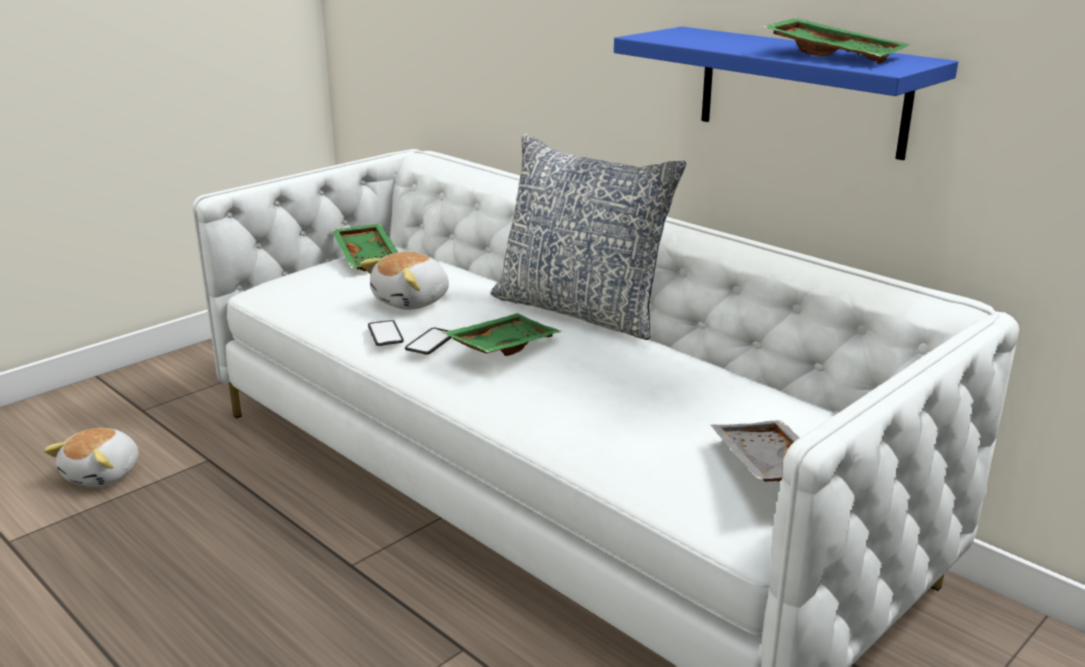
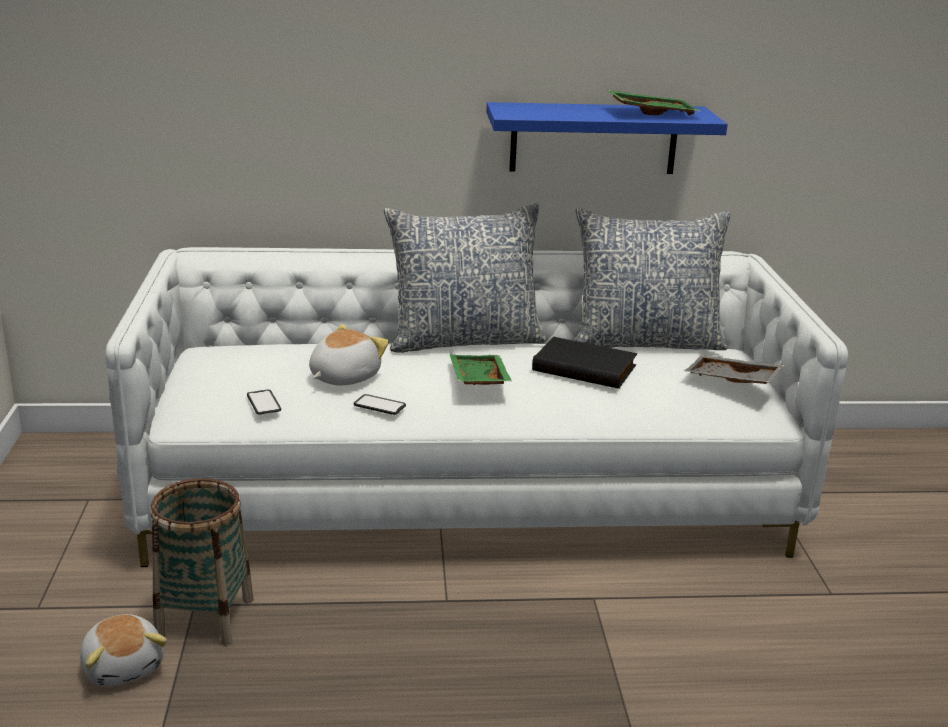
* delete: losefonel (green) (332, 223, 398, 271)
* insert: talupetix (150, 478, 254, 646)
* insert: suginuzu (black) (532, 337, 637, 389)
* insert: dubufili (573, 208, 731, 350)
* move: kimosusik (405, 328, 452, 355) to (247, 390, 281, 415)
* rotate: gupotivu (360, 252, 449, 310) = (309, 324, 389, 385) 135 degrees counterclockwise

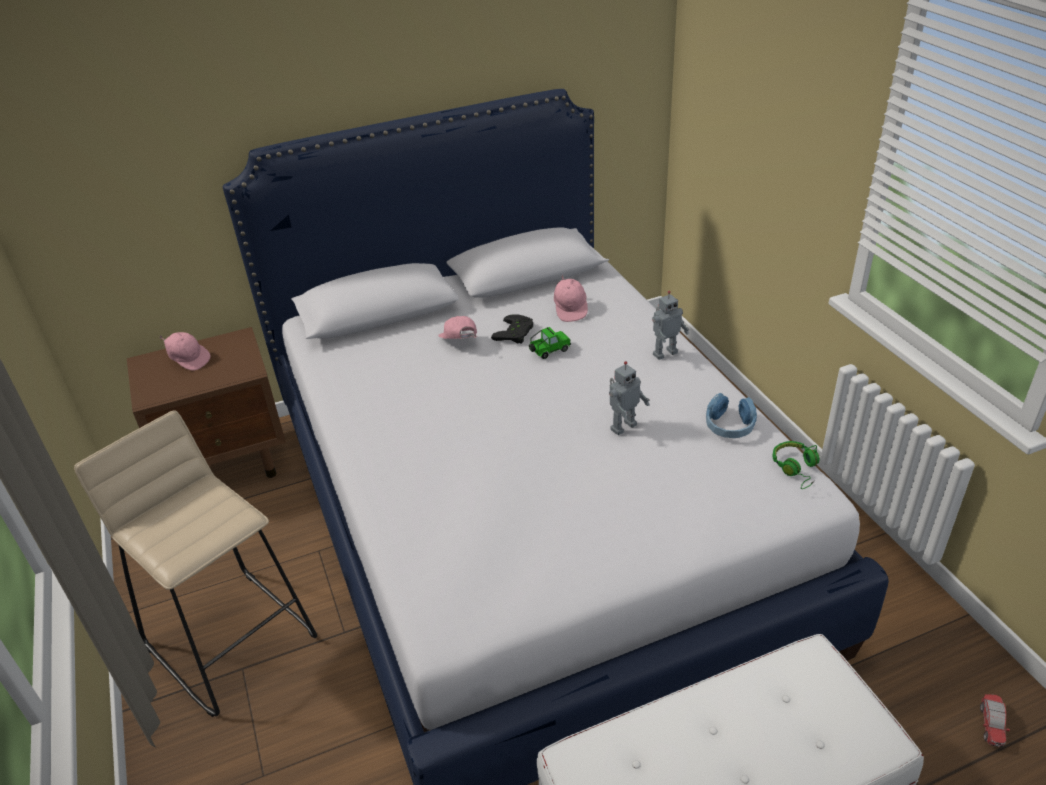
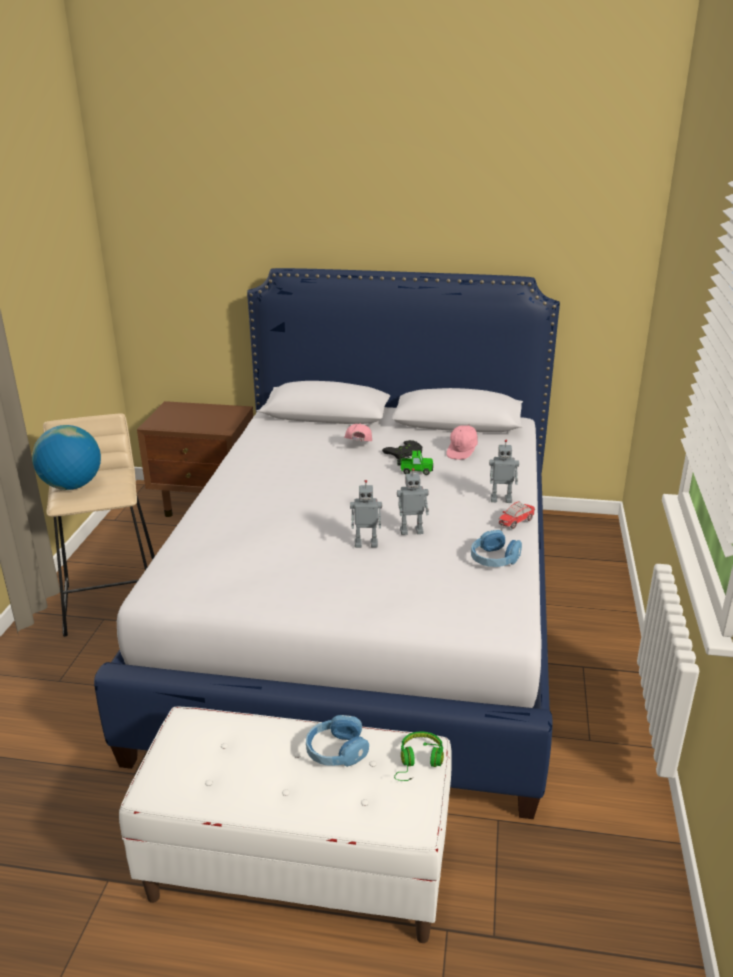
* delete: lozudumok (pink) (159, 332, 211, 370)
* insert: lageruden (32, 425, 101, 490)
* insert: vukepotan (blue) (306, 715, 369, 767)
* insert: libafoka (350, 480, 382, 548)
* move: vukepotan (green) (772, 441, 820, 489) to (394, 732, 444, 781)
* move: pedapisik (980, 694, 1010, 747) to (499, 501, 535, 529)

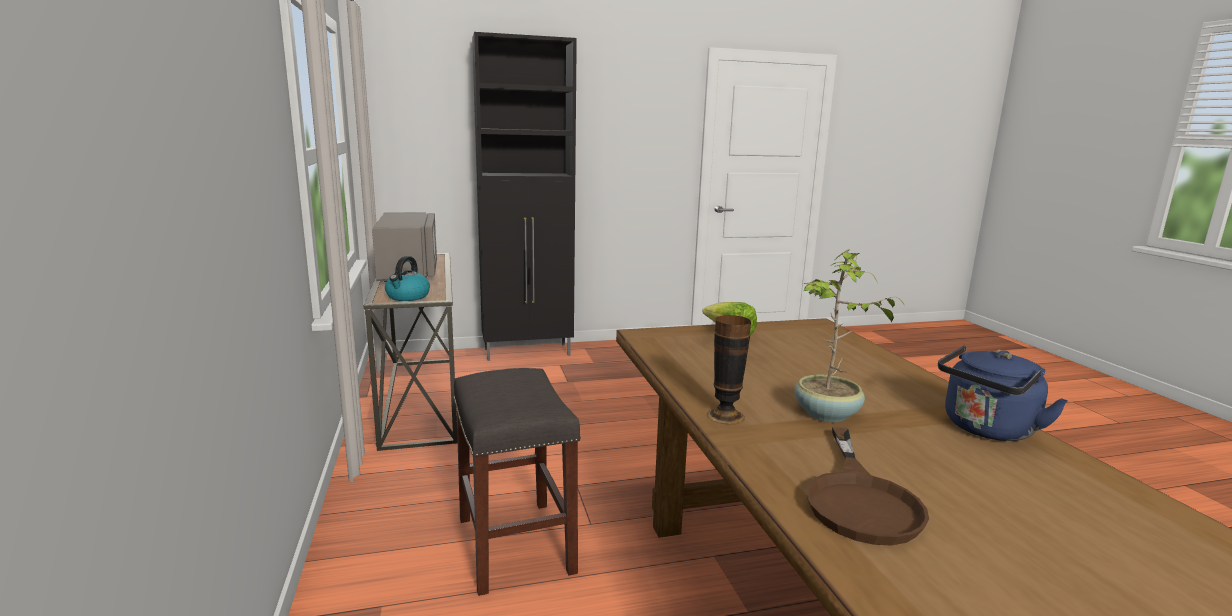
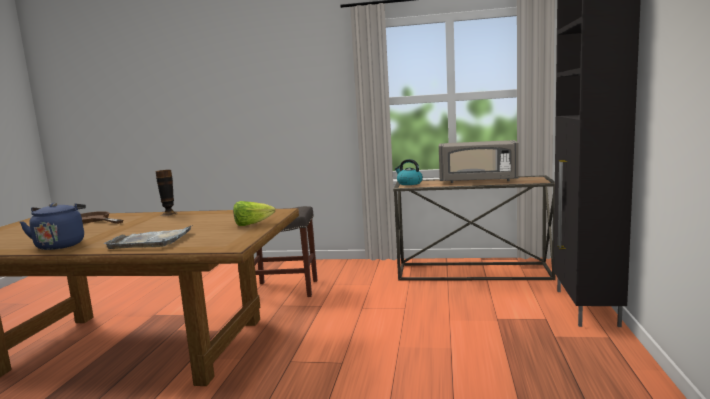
* delete: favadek (794, 249, 906, 422)
* insert: losefonel (grey) (103, 225, 193, 249)

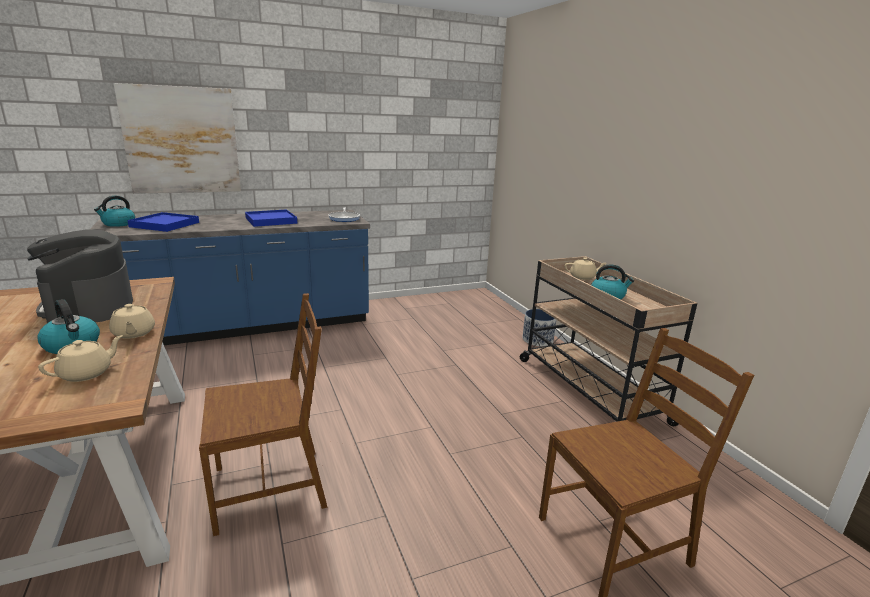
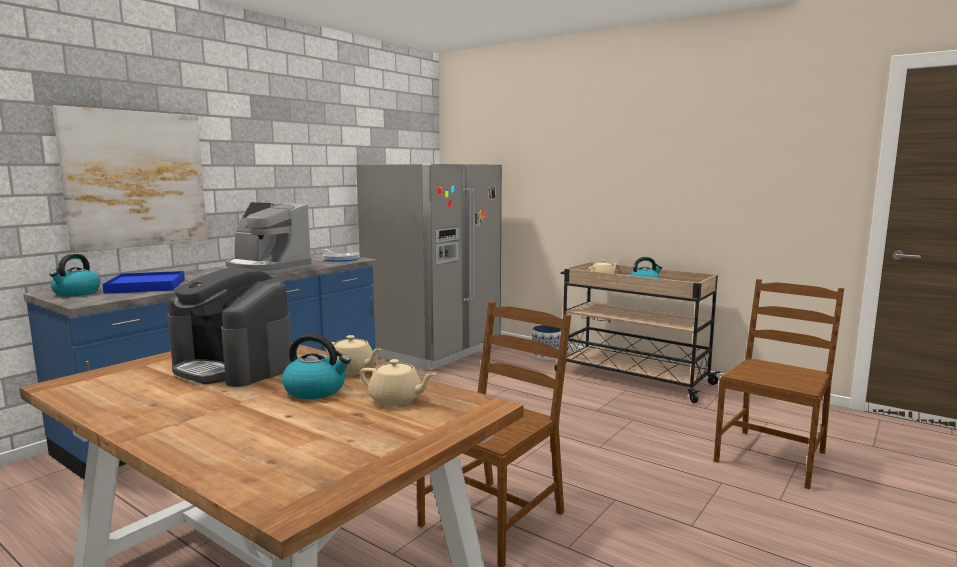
* insert: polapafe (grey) (356, 164, 502, 370)
* replace: losefonel (blue) (245, 209, 297, 227) to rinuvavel (225, 202, 312, 274)
* rotate: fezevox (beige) (38, 335, 123, 382) = (360, 359, 436, 406) 105 degrees clockwise

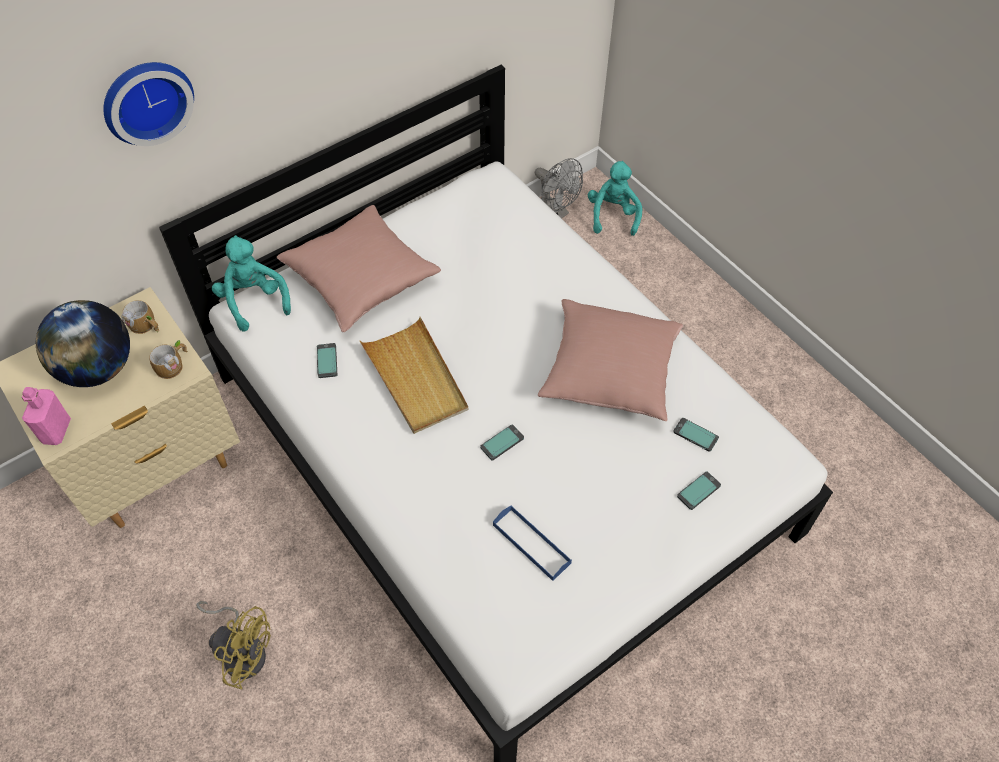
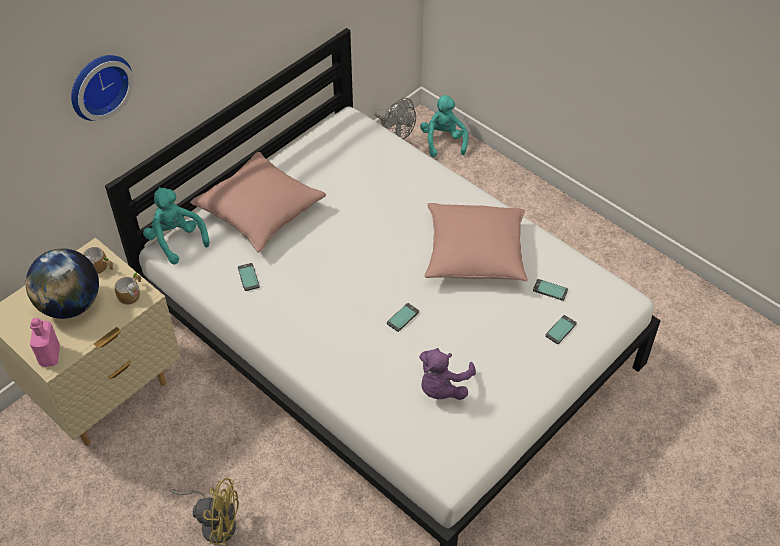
* delete: losefonel (beige) (360, 317, 469, 434)
* replace: losefonel (blue) (493, 505, 572, 581) to gupotivu (purple) (419, 348, 476, 400)

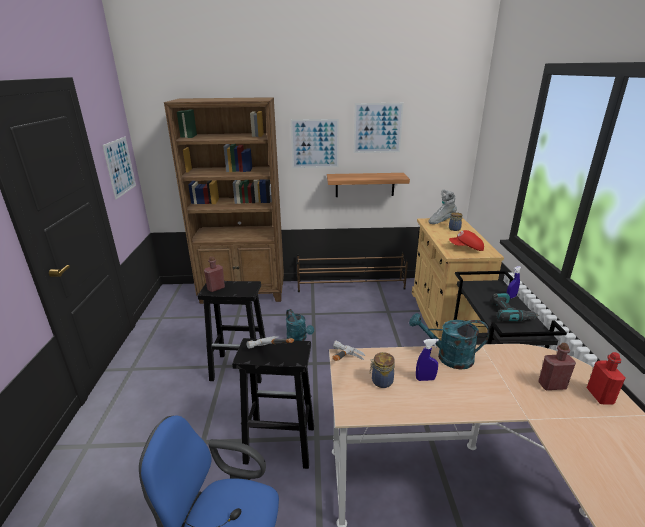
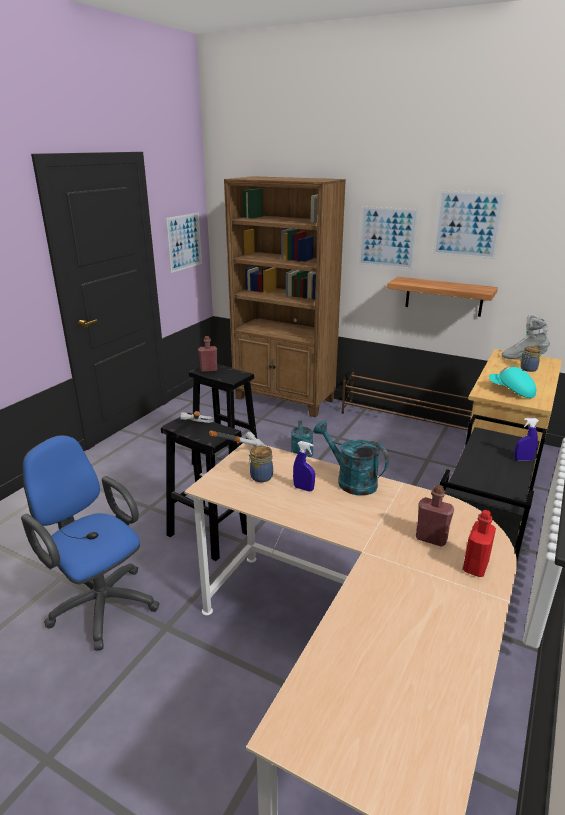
* delete: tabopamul (491, 293, 539, 322)
* recolor: lozudumok (red) (449, 230, 484, 251) to lozudumok (turquoise) (489, 367, 536, 398)

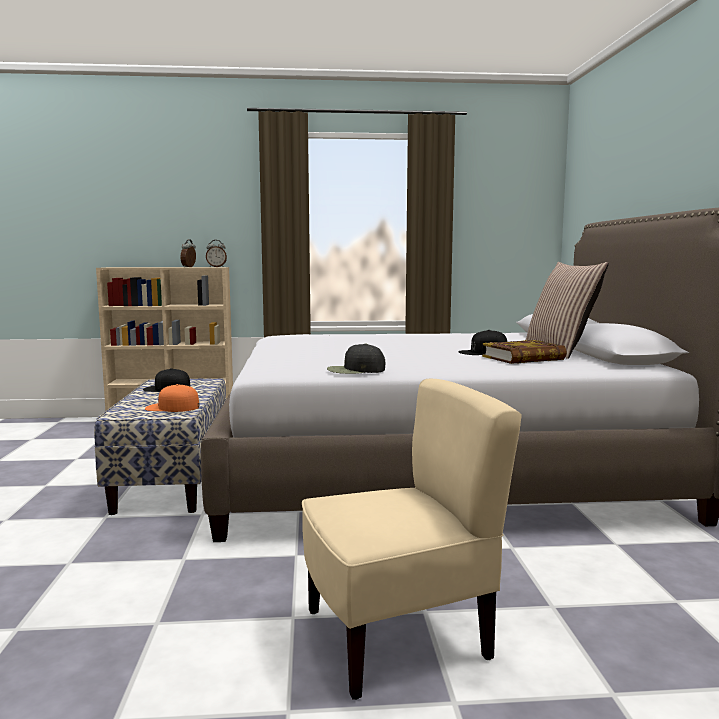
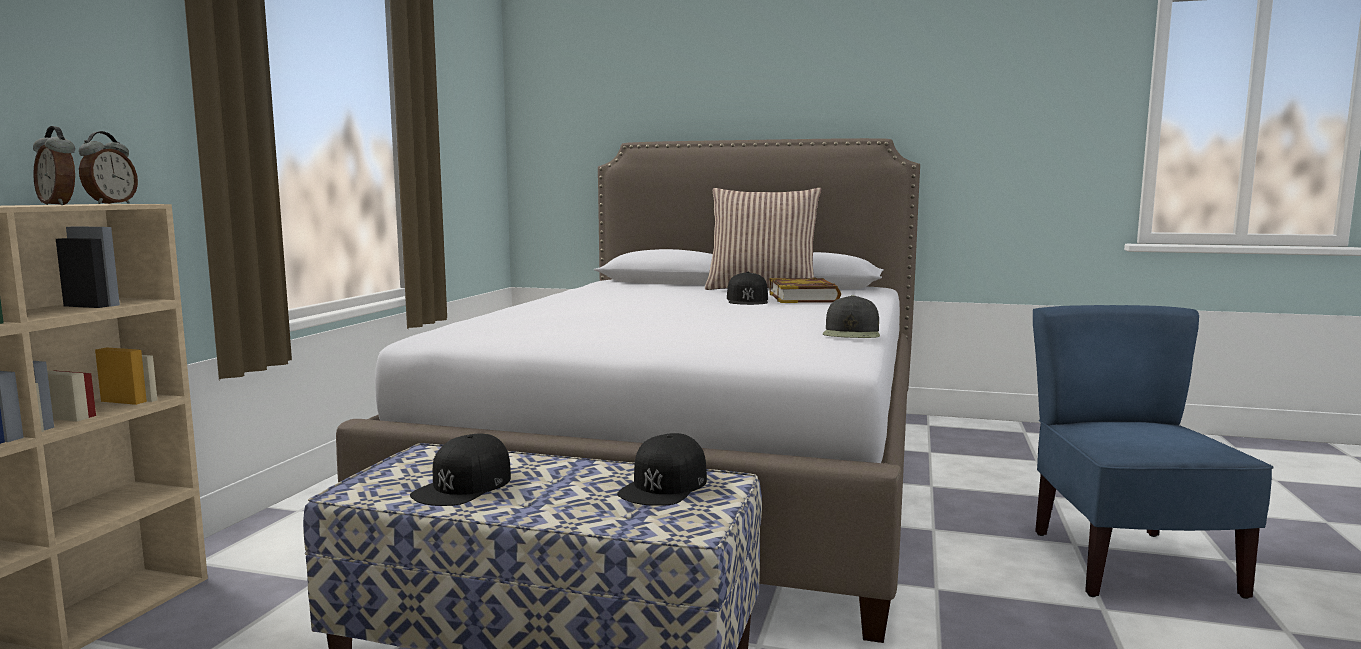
* recolor: lozudumok (orange) (145, 384, 199, 412) to lozudumok (black) (617, 433, 707, 506)
* recolor: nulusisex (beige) (302, 379, 522, 700) to nulusisex (blue) (1033, 305, 1274, 599)

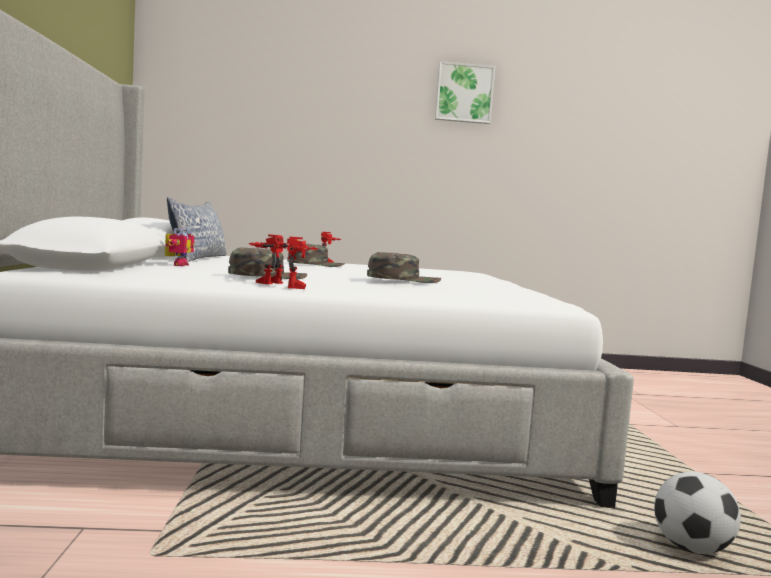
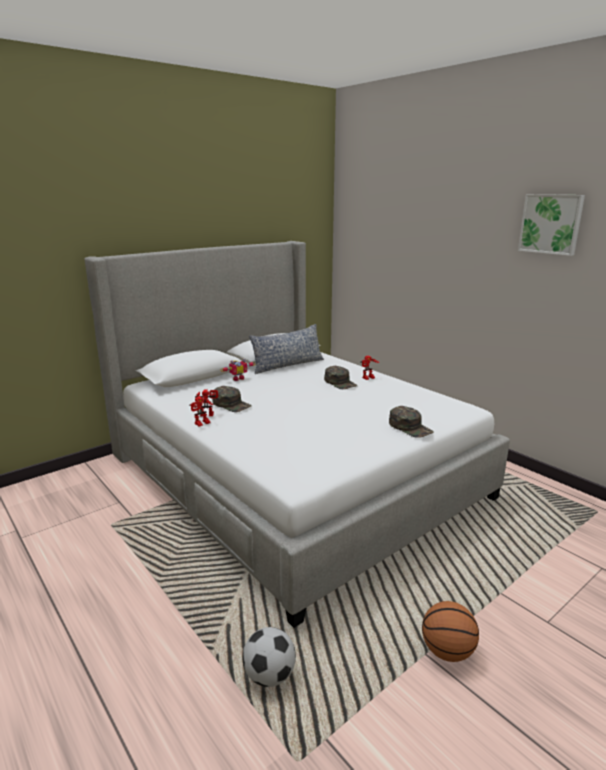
* insert: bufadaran (422, 601, 479, 662)
* move: lozudumok (green) (367, 252, 441, 283) to (389, 406, 433, 438)

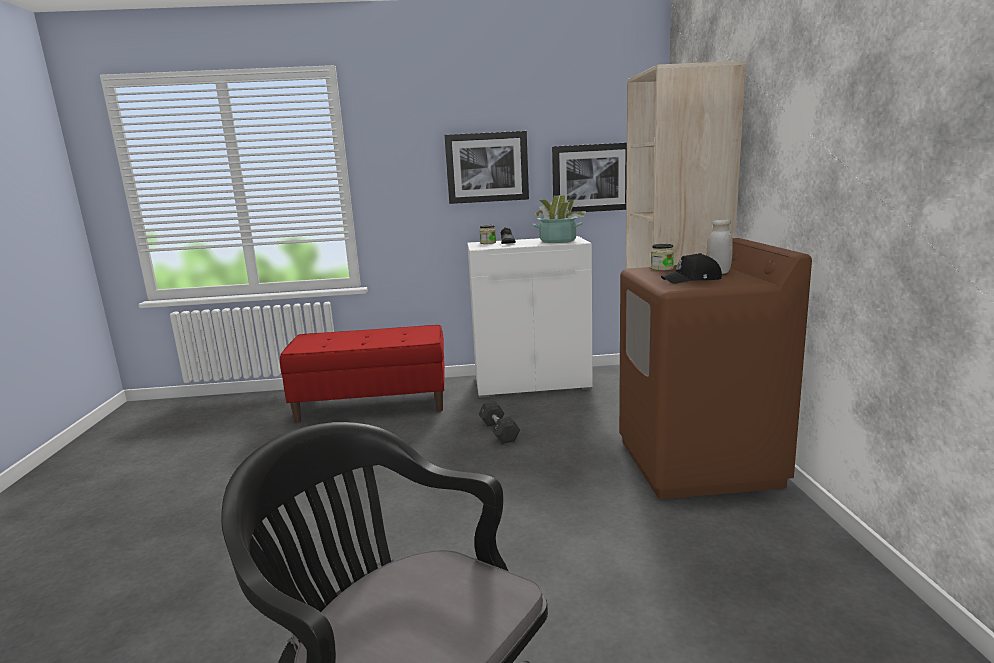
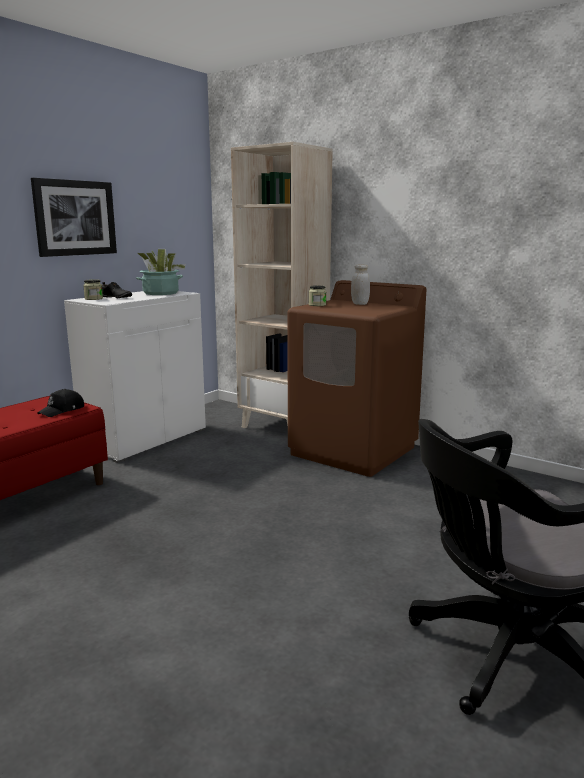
* delete: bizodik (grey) (479, 401, 520, 444)
* delete: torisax (552, 143, 627, 212)
* move: lozudumok (black) (661, 253, 722, 284) to (37, 389, 84, 417)

